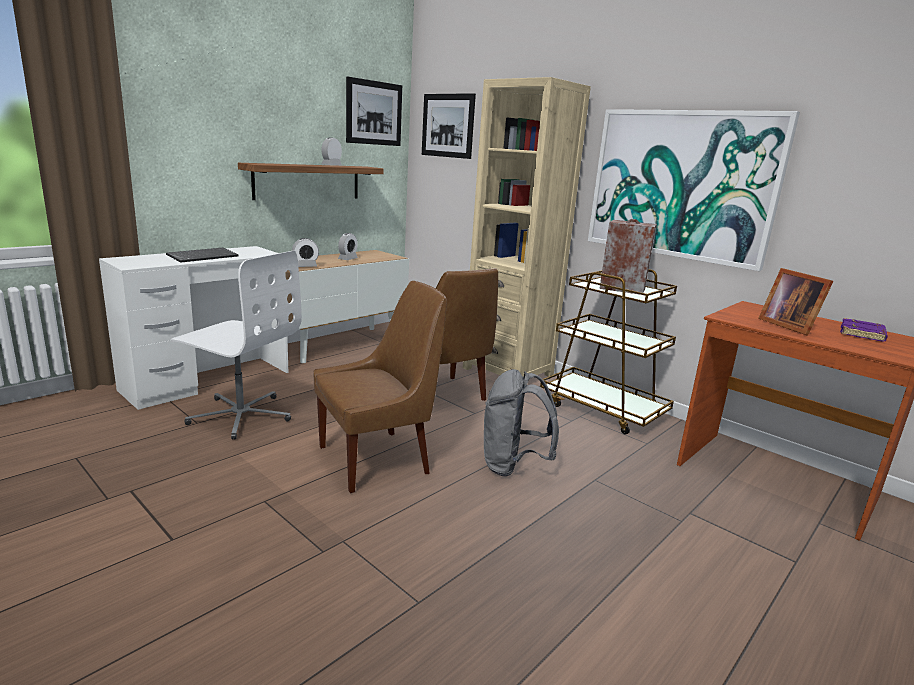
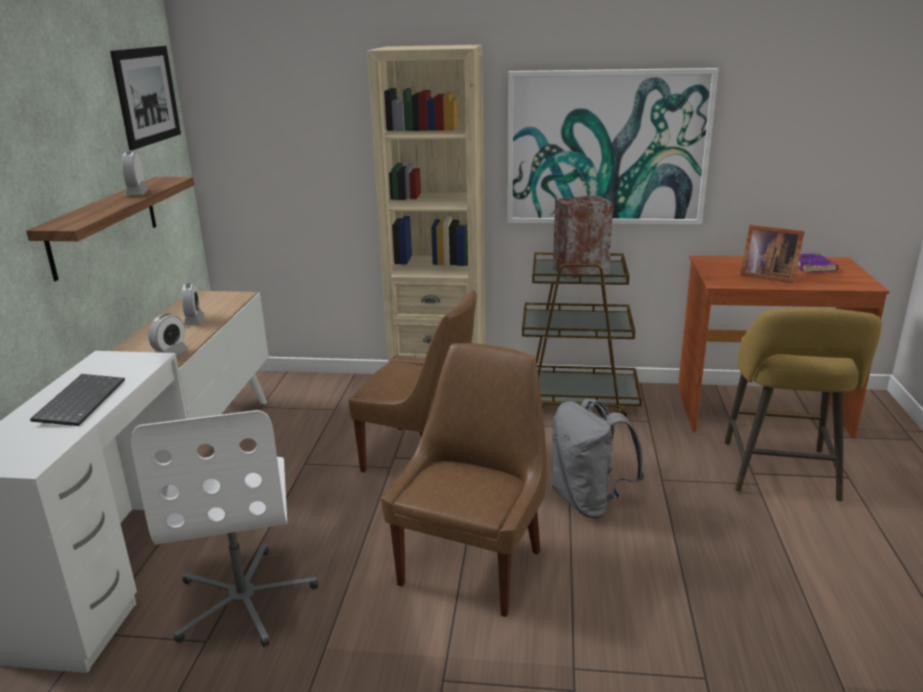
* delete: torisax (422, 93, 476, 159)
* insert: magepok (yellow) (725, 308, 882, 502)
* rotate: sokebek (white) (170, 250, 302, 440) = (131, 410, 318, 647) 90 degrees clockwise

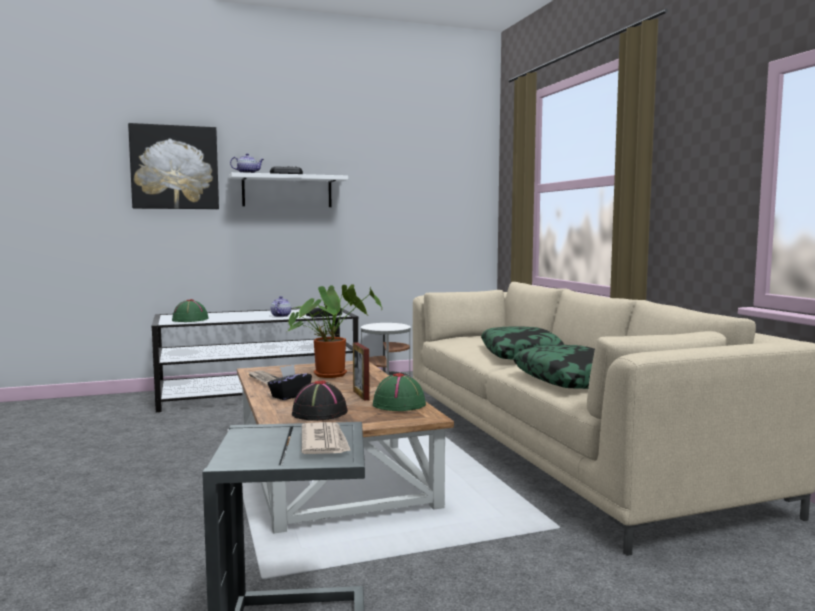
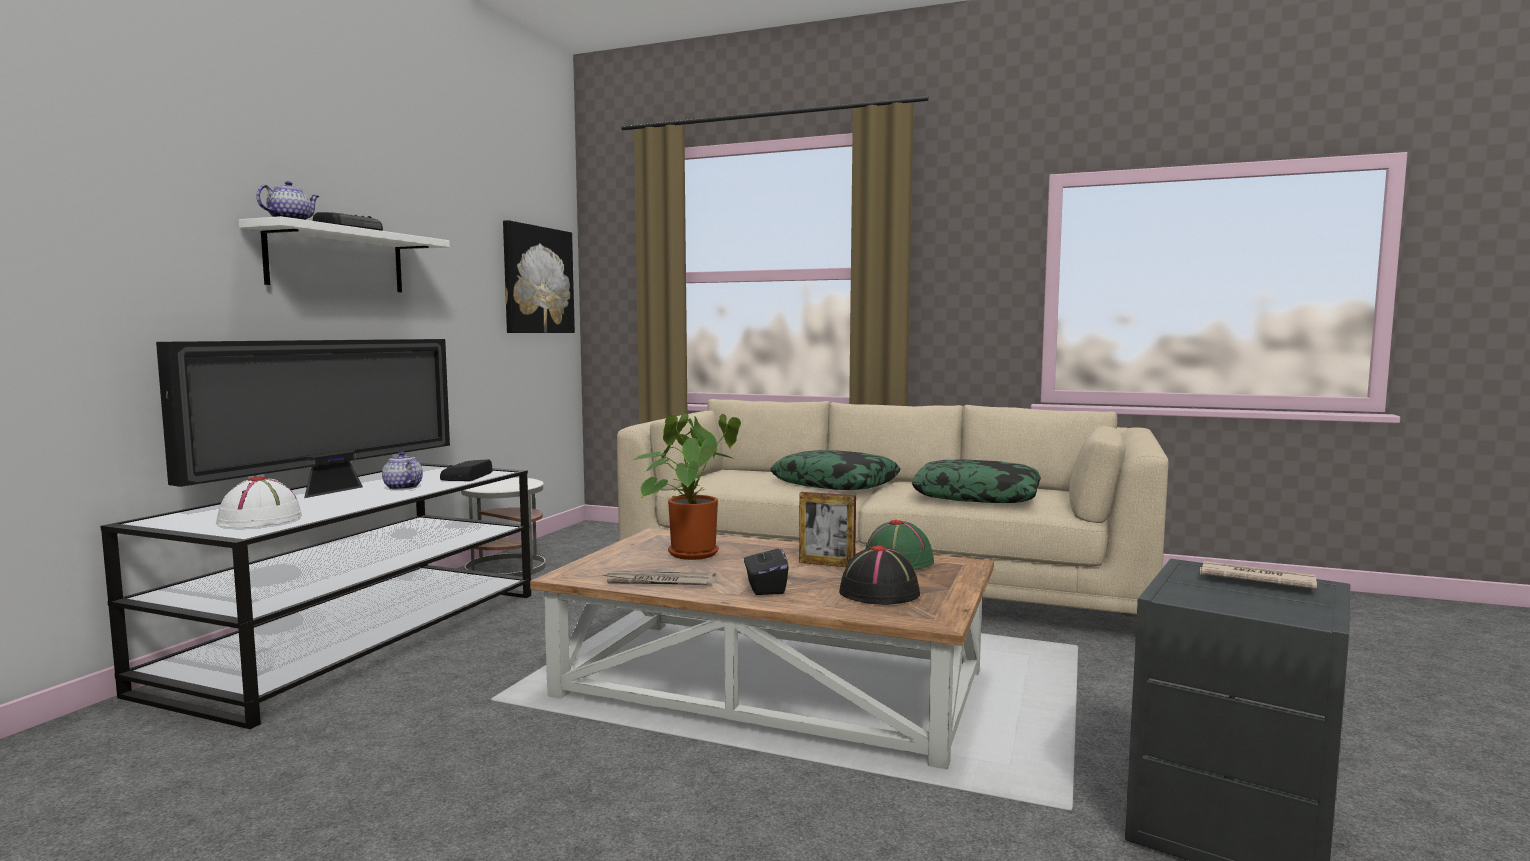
* insert: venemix (156, 339, 450, 498)
* move: torisax (128, 123, 219, 209) to (503, 220, 575, 333)
* recolor: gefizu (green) (172, 299, 209, 322) to gefizu (white) (216, 476, 302, 528)

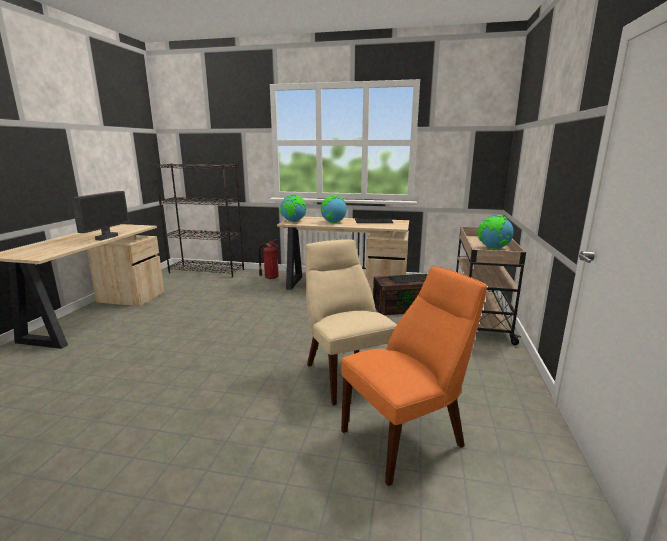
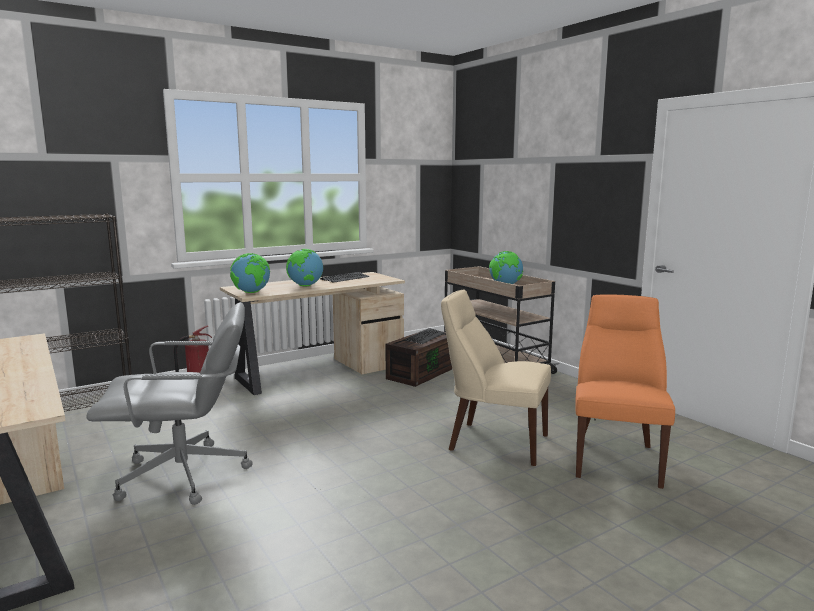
* delete: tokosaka (71, 191, 129, 241)
* insert: sokebek (grey) (86, 302, 252, 505)

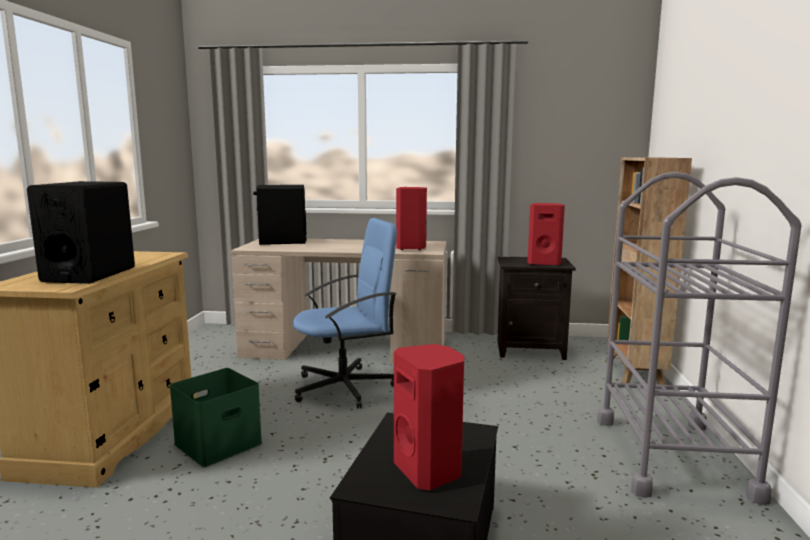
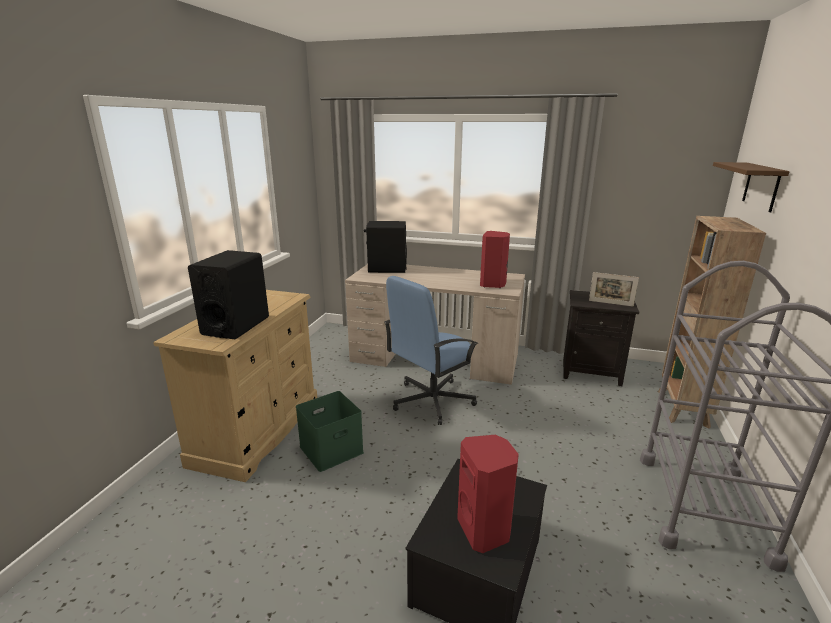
* insert: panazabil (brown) (713, 162, 790, 212)
* replace: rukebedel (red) (527, 203, 565, 266) to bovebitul (589, 272, 639, 307)
* rotate: sokebek (blue) (293, 218, 397, 409) = (384, 276, 478, 425) 150 degrees clockwise

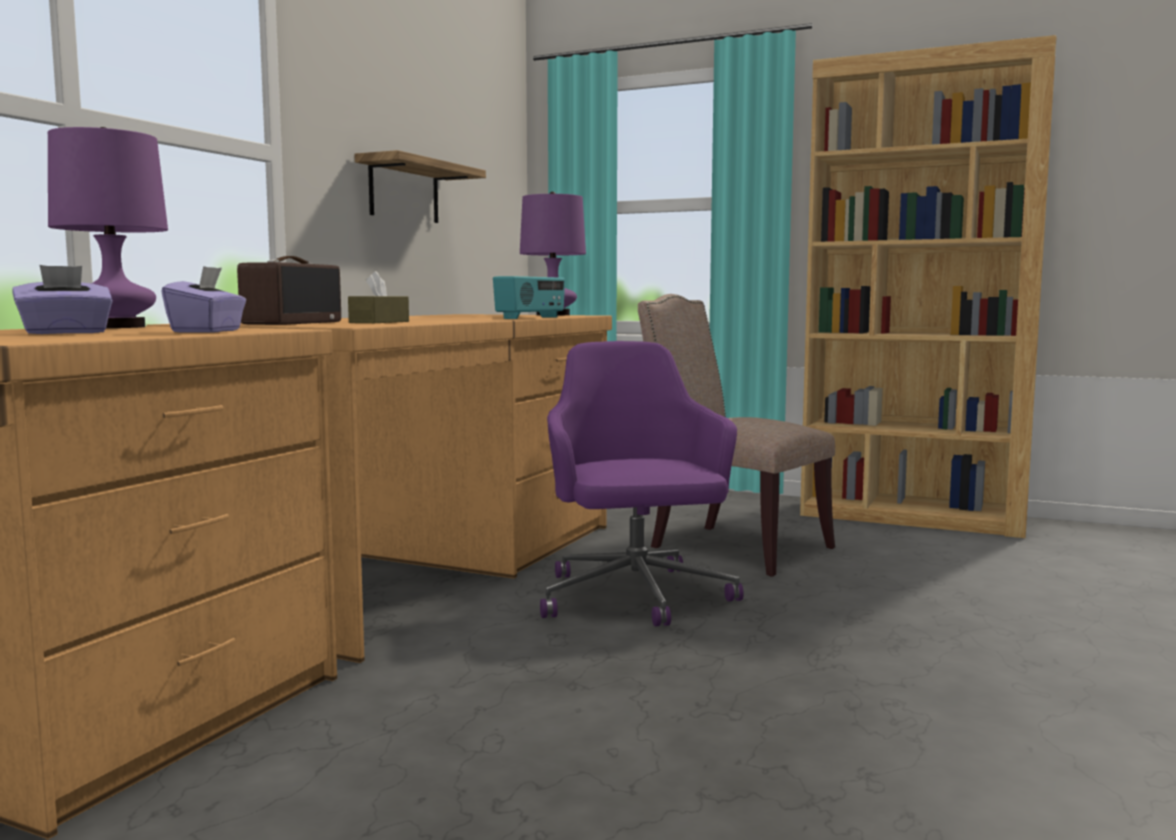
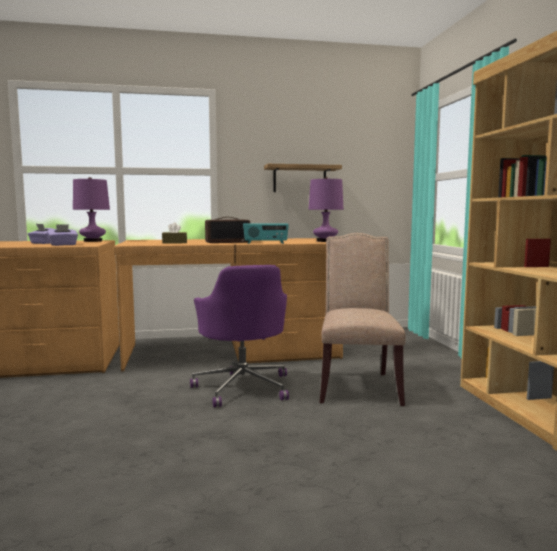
* move: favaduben (237, 256, 341, 325) to (205, 217, 250, 243)
* rotate: sokebek (purple) (540, 341, 744, 626) = (190, 265, 289, 407) 120 degrees clockwise

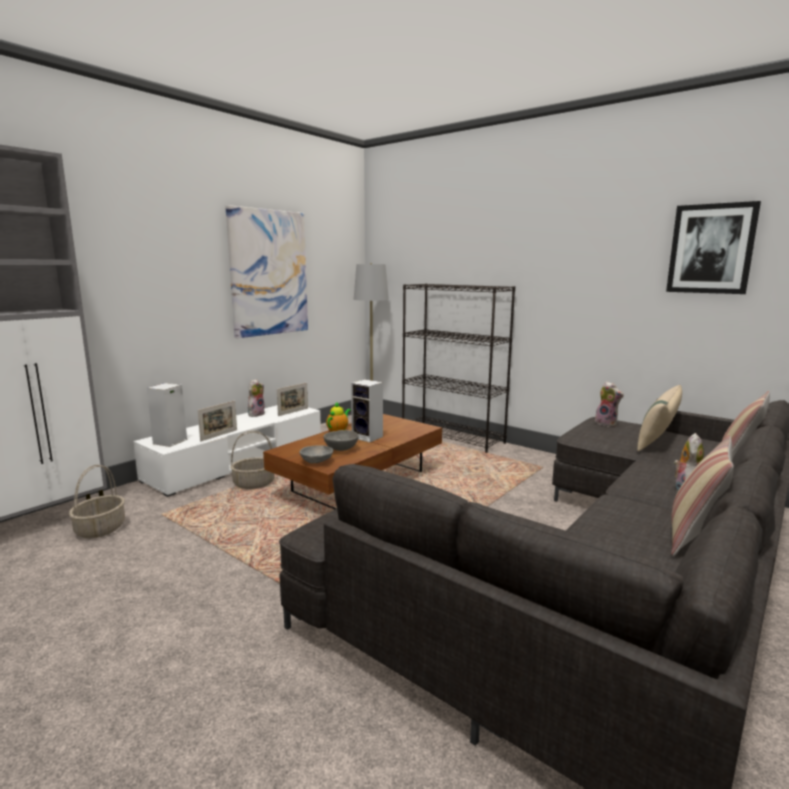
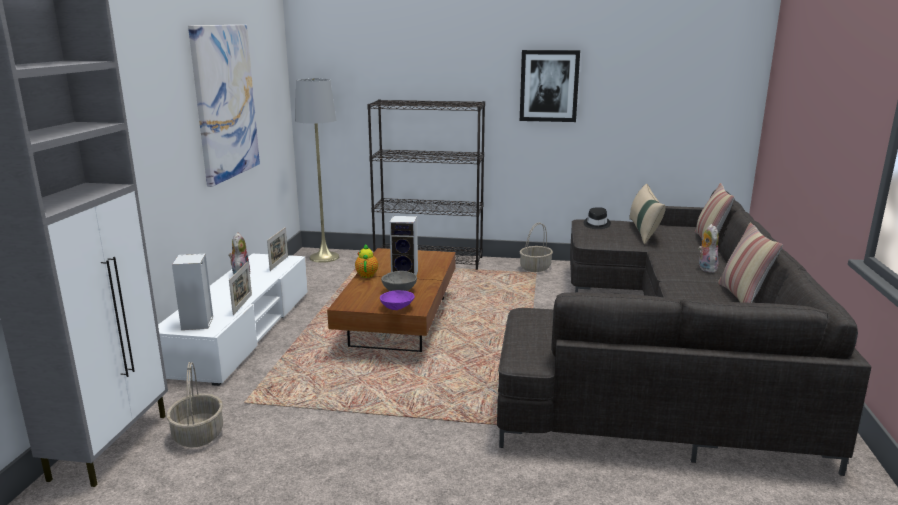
* move: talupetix (230, 431, 275, 489) to (520, 223, 553, 272)
* move: torisax (666, 201, 761, 294) to (520, 50, 580, 122)
* replace: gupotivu (595, 381, 624, 427) to gefizu (black) (584, 207, 611, 229)
* recolor: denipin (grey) (299, 445, 333, 464) to denipin (purple) (380, 290, 415, 310)

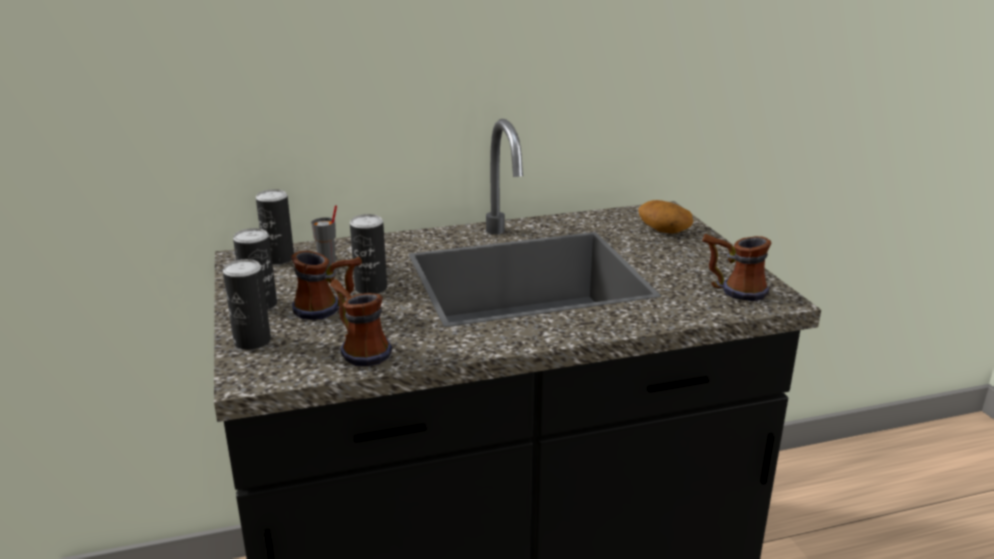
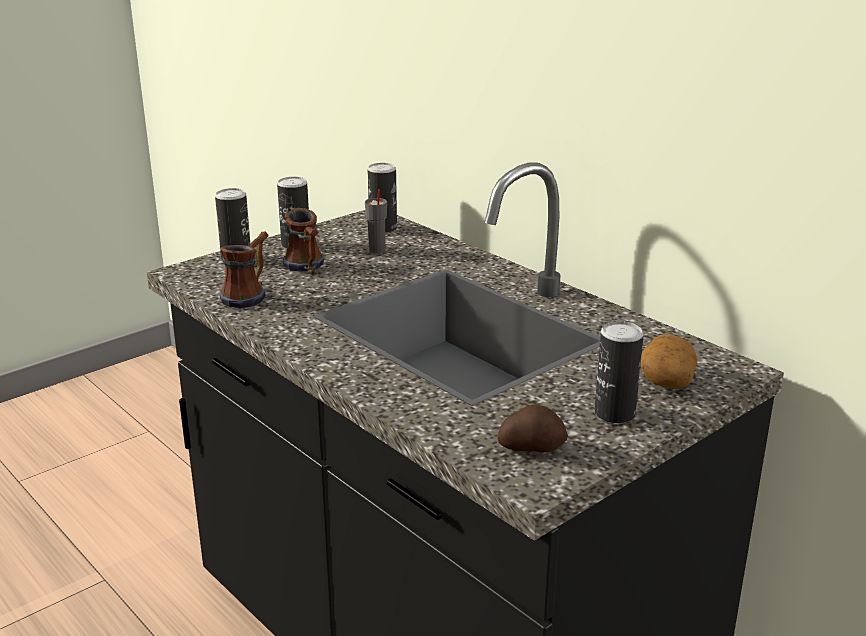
* move: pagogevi (350, 214, 387, 294) to (594, 321, 644, 423)
* replace: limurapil (702, 234, 771, 301) to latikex (497, 404, 568, 453)

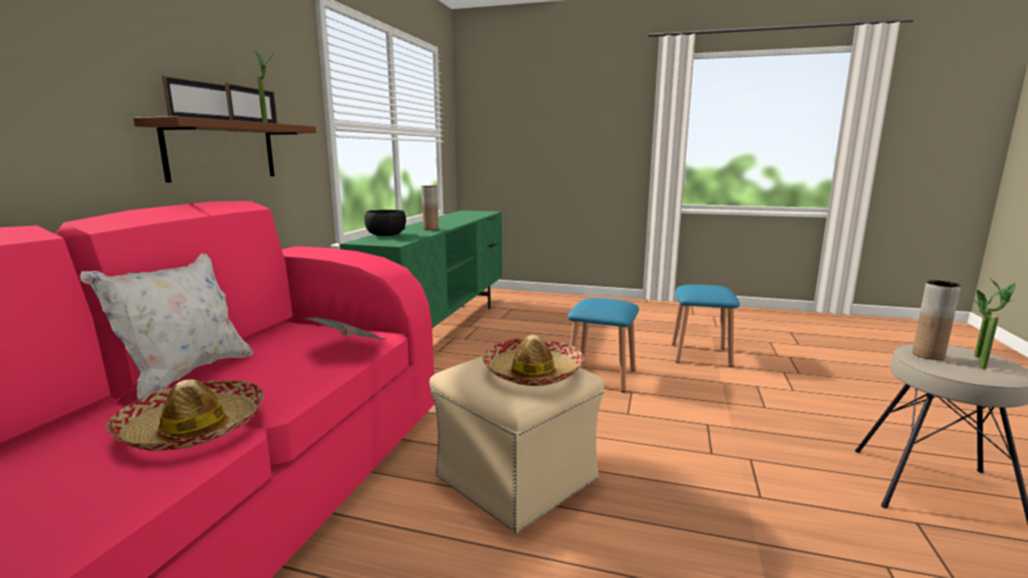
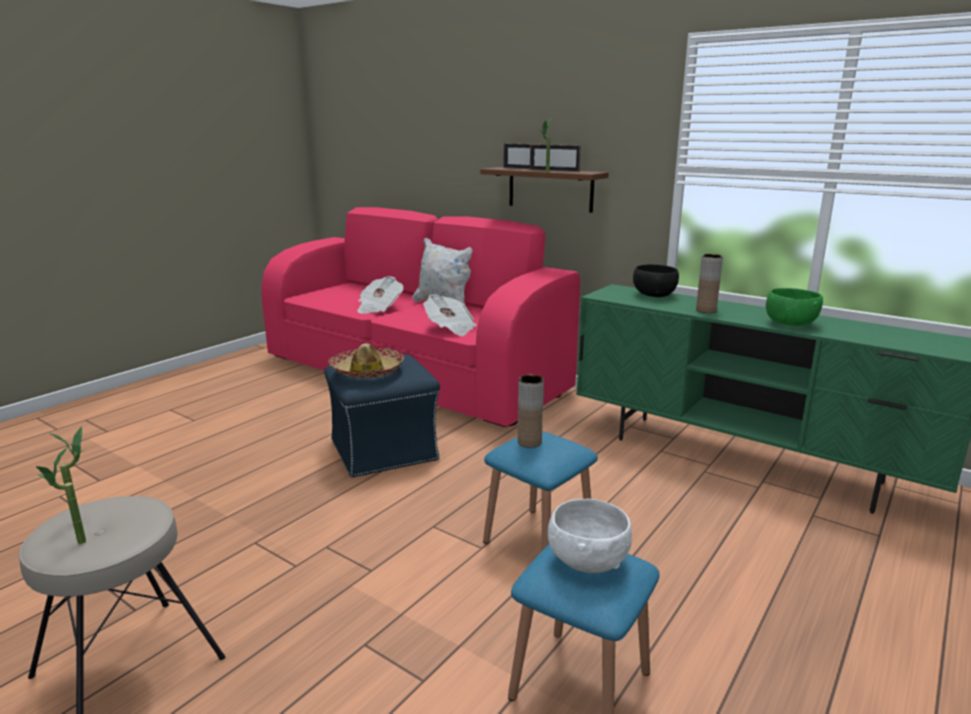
* insert: denipin (white) (548, 499, 632, 573)
* insert: denipin (green) (766, 288, 823, 326)
* move: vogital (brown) (912, 280, 961, 360) to (518, 375, 544, 448)
* replace: gefizu (106, 379, 263, 451) to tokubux (357, 276, 403, 314)
* recolor: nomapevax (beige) (429, 356, 605, 533) to nomapevax (blue) (324, 354, 440, 478)

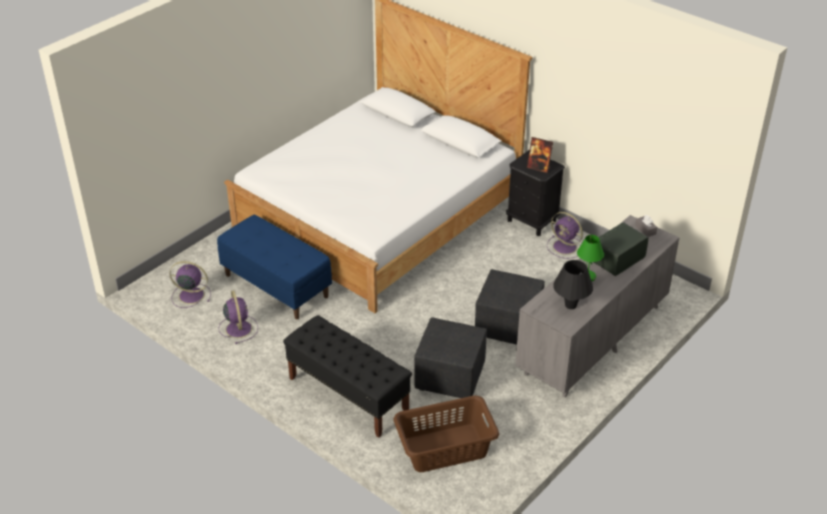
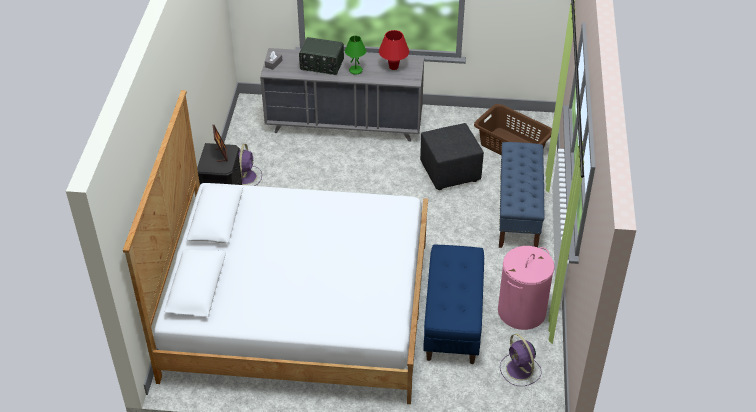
* delete: nomapevax (black) (475, 269, 545, 345)
* replace: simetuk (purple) (218, 291, 258, 344) to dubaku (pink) (498, 246, 555, 330)
* recolor: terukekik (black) (283, 315, 412, 438) to terukekik (blue) (499, 142, 545, 248)
* recolor: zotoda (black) (553, 260, 593, 309) to zotoda (red) (379, 30, 409, 70)

